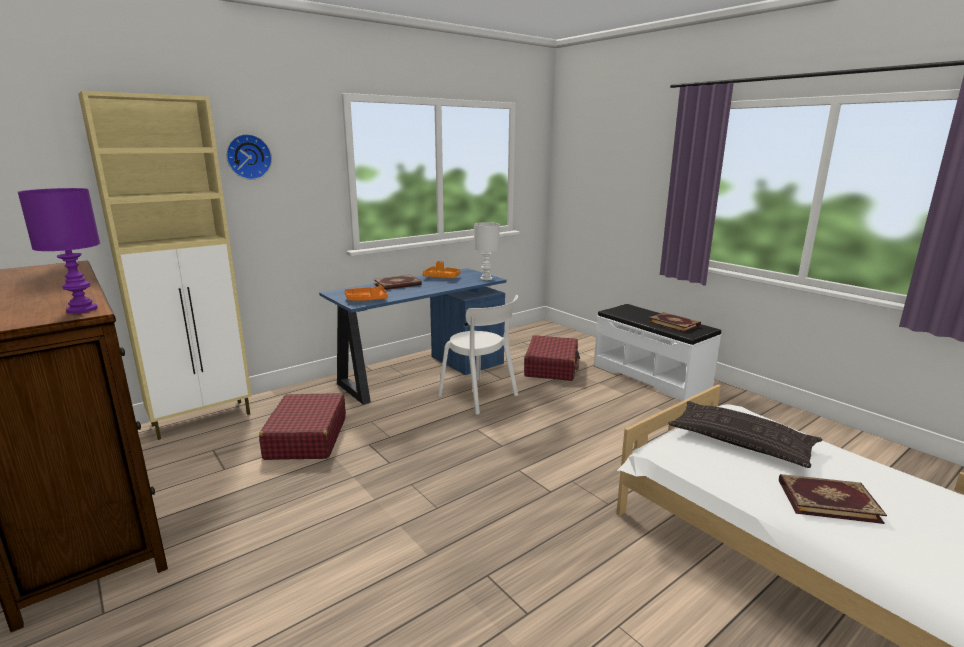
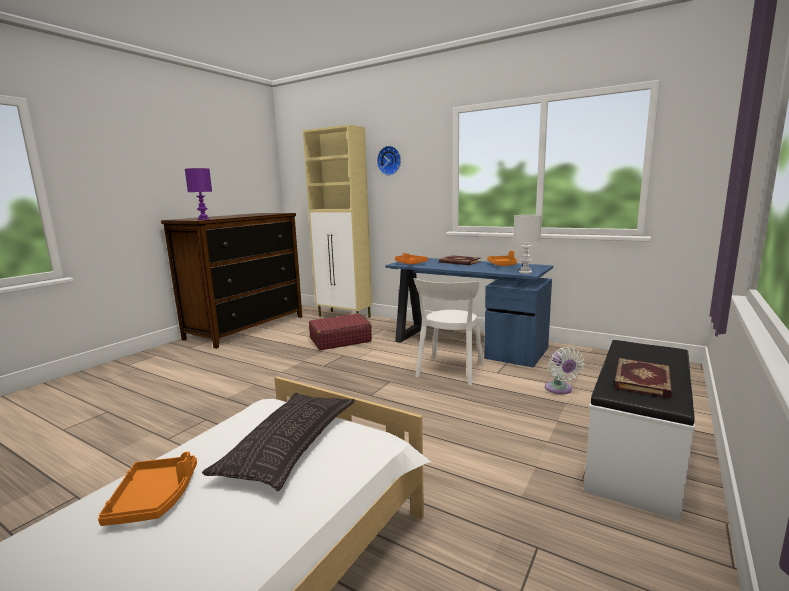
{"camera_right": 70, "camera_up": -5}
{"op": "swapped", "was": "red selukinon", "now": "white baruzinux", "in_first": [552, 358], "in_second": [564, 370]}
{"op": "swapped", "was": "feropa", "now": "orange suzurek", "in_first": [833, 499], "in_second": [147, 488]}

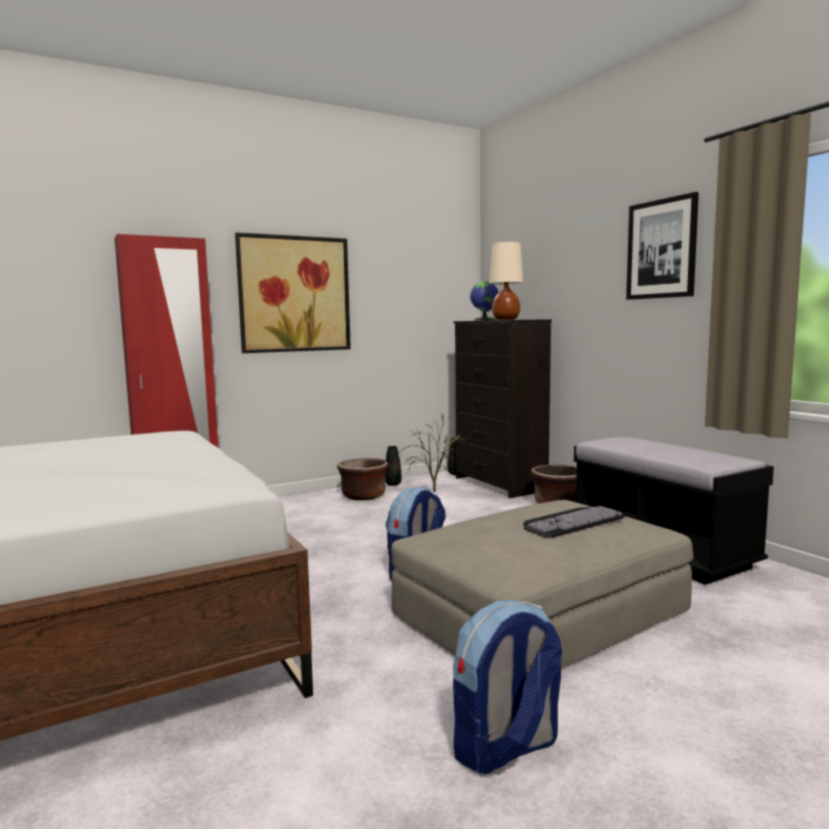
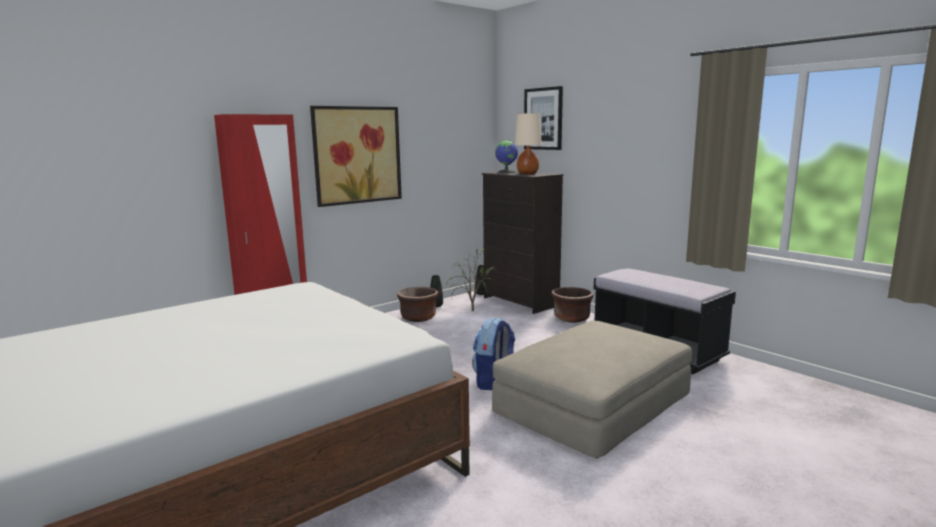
{"camera_right": -10, "camera_up": 5}
{"op": "gone", "was": "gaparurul", "in_first": [507, 687]}
{"op": "gone", "was": "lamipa", "in_first": [574, 522]}
{"op": "shifted", "was": "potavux", "in_first": [662, 246], "in_second": [543, 118]}

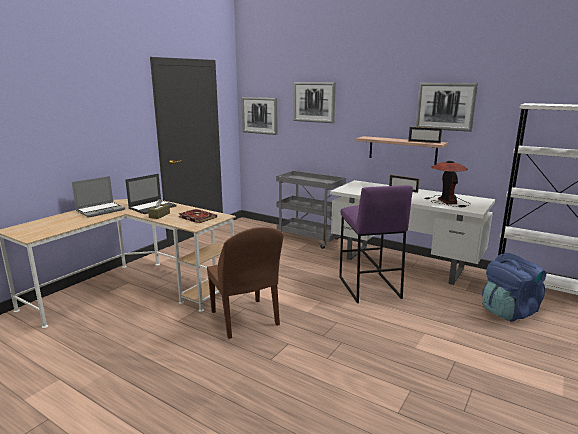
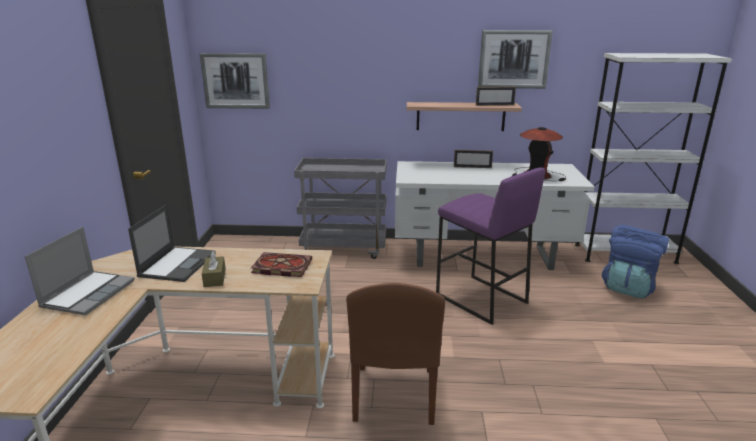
{"camera_right": -30, "camera_up": 5}
{"op": "gone", "was": "potavux", "in_first": [314, 102]}
{"op": "rotated", "was": "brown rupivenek", "in_first": [245, 283], "in_second": [395, 354], "clockwise": 60}

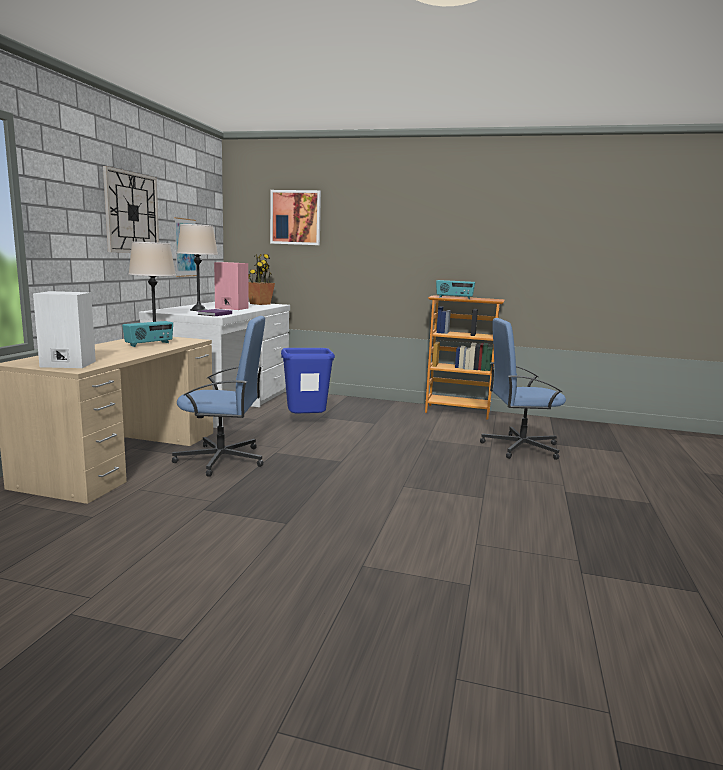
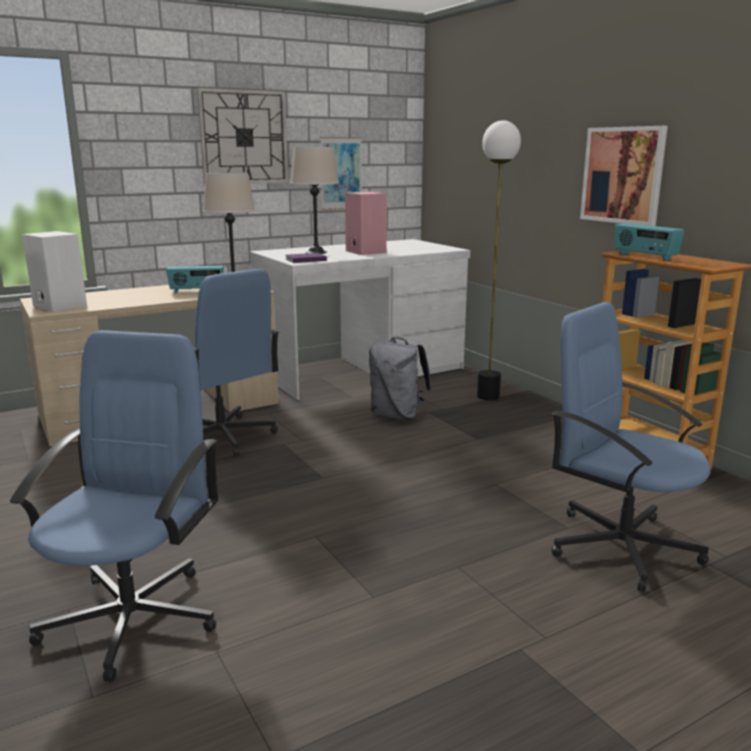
{"camera_right": 45, "camera_up": 5}
{"op": "gone", "was": "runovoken", "in_first": [261, 278]}
{"op": "new", "now": "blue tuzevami", "in_second": [114, 506]}
{"op": "new", "now": "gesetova", "in_second": [499, 260]}
{"op": "shifted", "was": "potavux", "in_first": [295, 217], "in_second": [624, 176]}
{"op": "swapped", "was": "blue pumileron", "now": "grey gaparurul", "in_first": [308, 381], "in_second": [400, 378]}

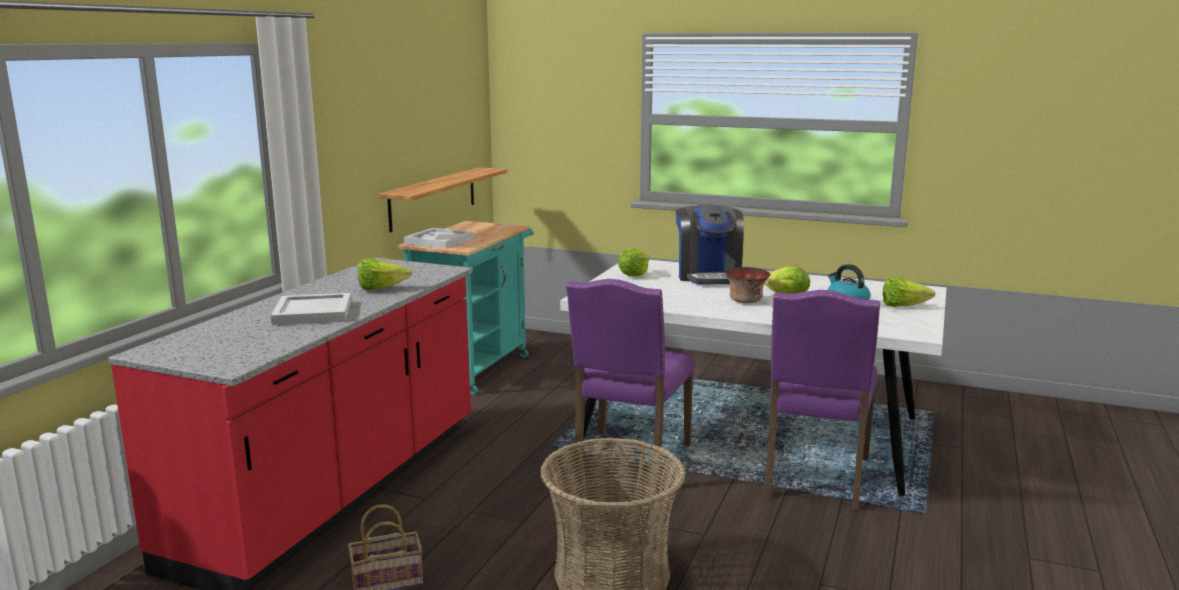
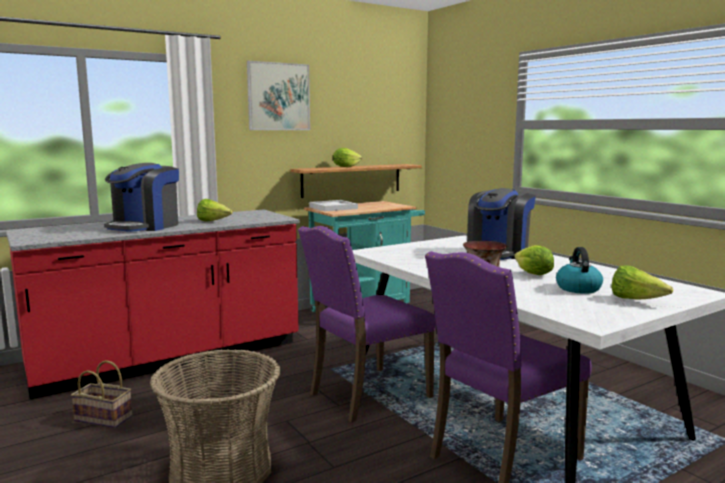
{"camera_right": 35, "camera_up": -5}
{"op": "new", "now": "potavux", "in_second": [278, 95]}
{"op": "shifted", "was": "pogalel", "in_first": [633, 262], "in_second": [347, 157]}
{"op": "swapped", "was": "white suzurek", "now": "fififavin", "in_first": [311, 309], "in_second": [141, 197]}

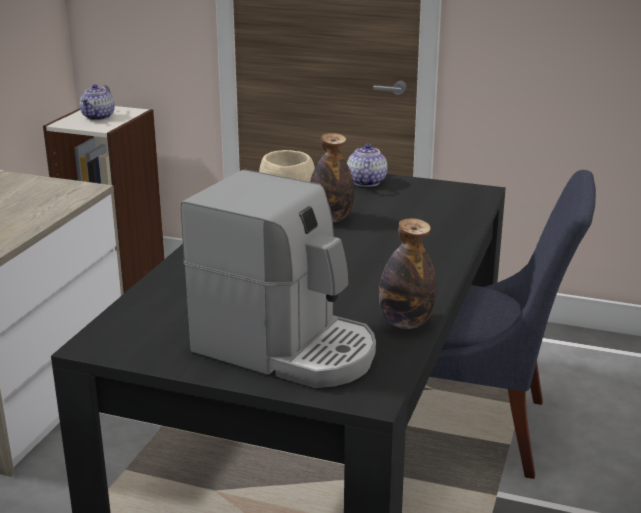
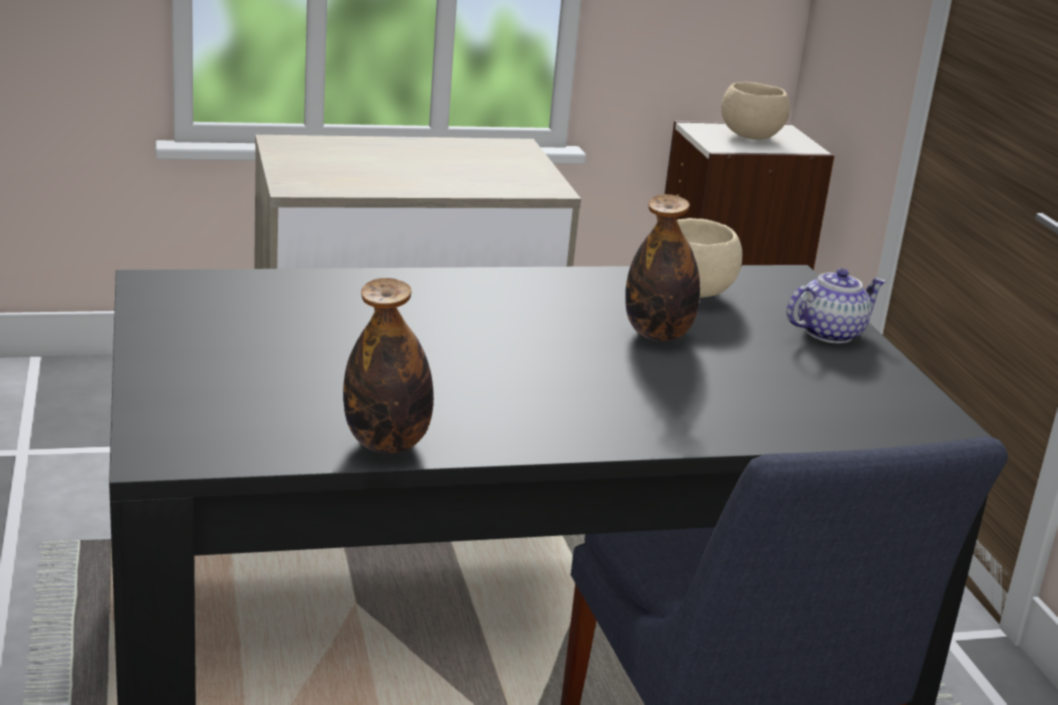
{"camera_right": 55, "camera_up": 0}
{"op": "gone", "was": "fififavin", "in_first": [278, 278]}
{"op": "swapped", "was": "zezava", "now": "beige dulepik", "in_first": [97, 102], "in_second": [755, 111]}

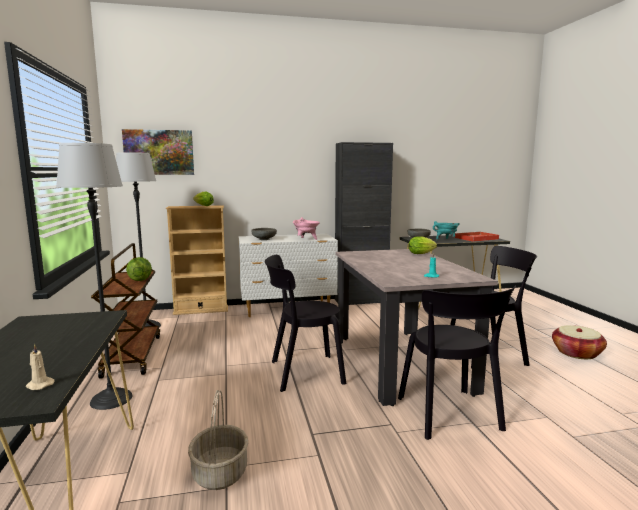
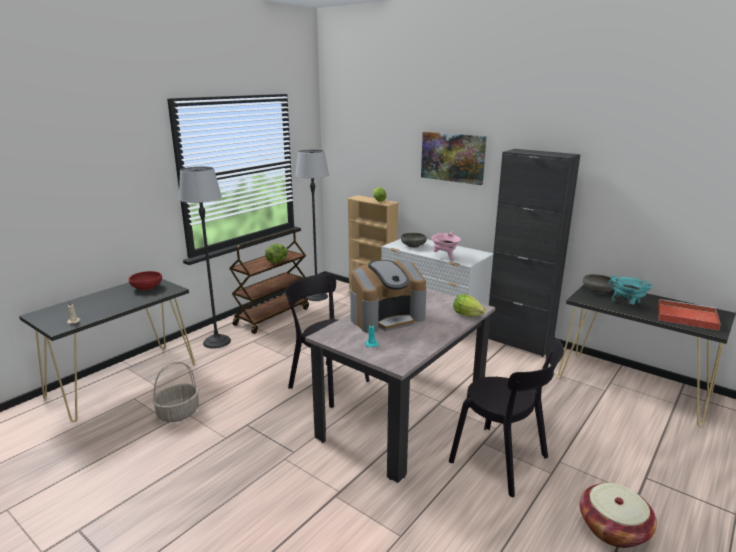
{"camera_right": 50, "camera_up": 10}
{"op": "gone", "was": "black rupivenek", "in_first": [457, 362]}
{"op": "new", "now": "red dulepik", "in_second": [145, 280]}
{"op": "new", "now": "fififavin", "in_second": [388, 296]}
{"op": "shifted", "was": "potavux", "in_first": [158, 152], "in_second": [454, 158]}

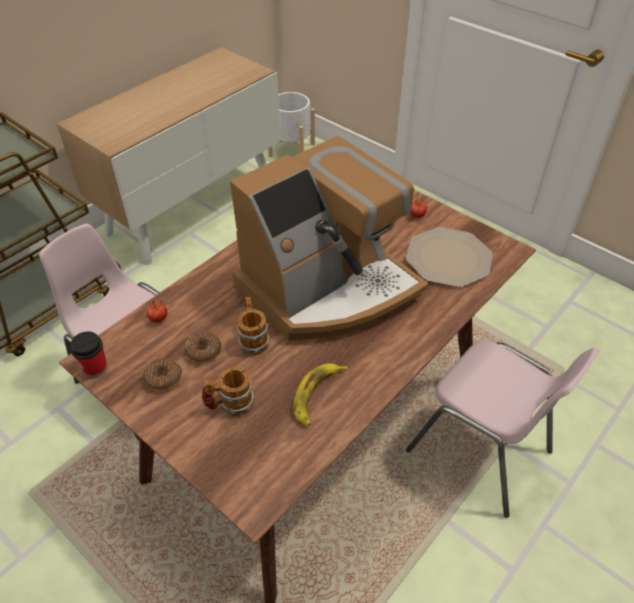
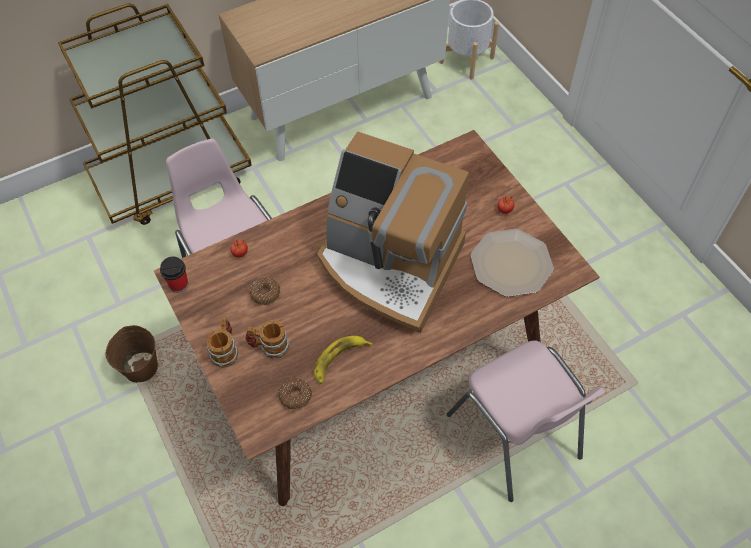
{"camera_right": 20, "camera_up": 10}
{"op": "new", "now": "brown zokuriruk", "in_second": [131, 354]}
{"op": "shifted", "was": "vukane", "in_first": [162, 374], "in_second": [295, 394]}
{"op": "shifted", "was": "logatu", "in_first": [253, 326], "in_second": [222, 342]}
{"op": "rotated", "was": "fififavin", "in_first": [329, 238], "in_second": [393, 232], "clockwise": 45}

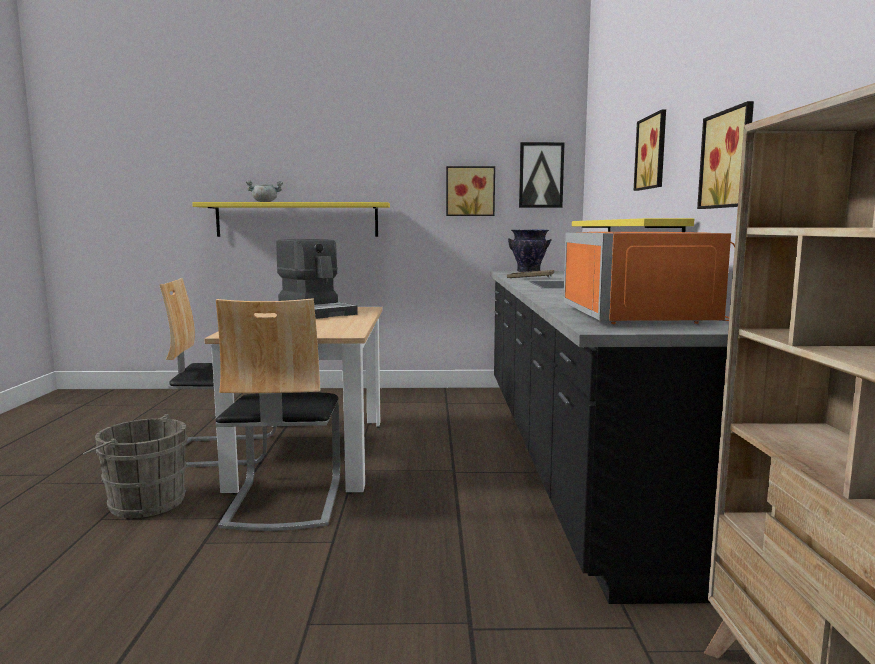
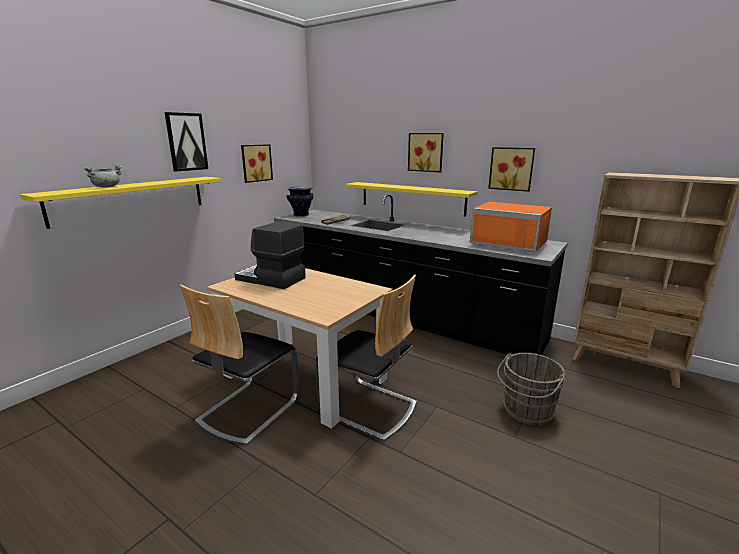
{"camera_right": -55, "camera_up": 10}
{"op": "shifted", "was": "grey zokuriruk", "in_first": [135, 466], "in_second": [531, 389]}
{"op": "shifted", "was": "potavux", "in_first": [542, 175], "in_second": [186, 142]}
{"op": "rotated", "was": "fififavin", "in_first": [317, 279], "in_second": [270, 255], "clockwise": -150}

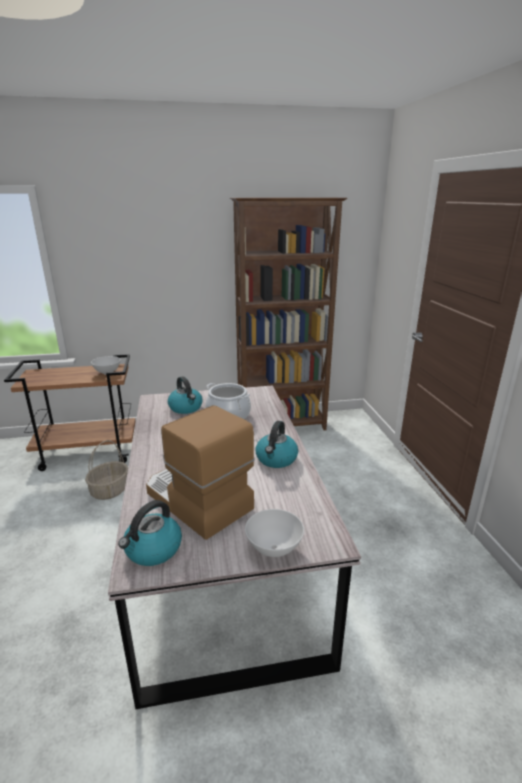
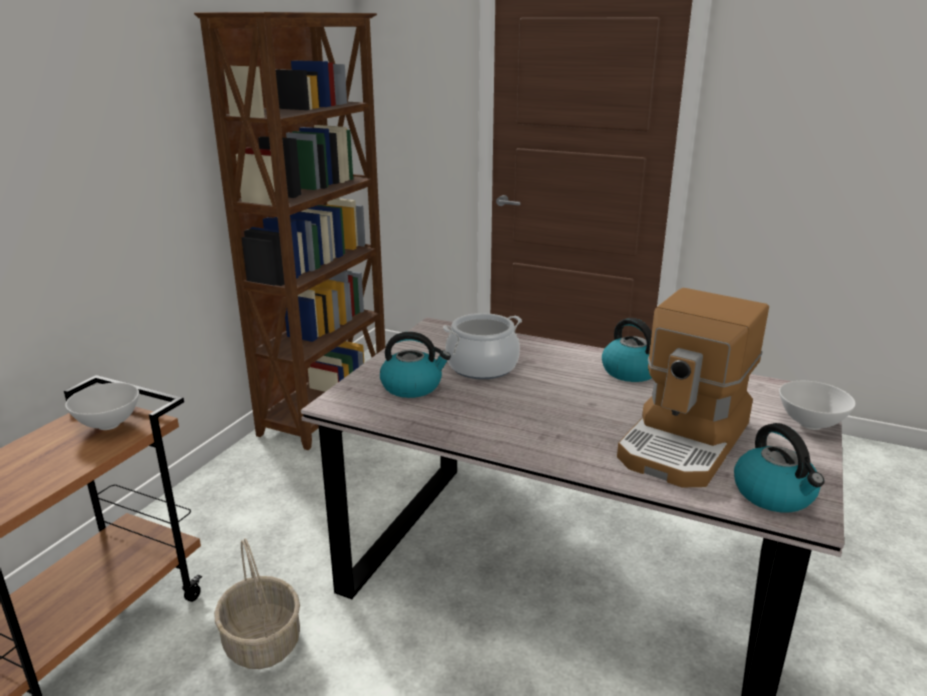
{"camera_right": -55, "camera_up": 0}
{"op": "rotated", "was": "fififavin", "in_first": [200, 472], "in_second": [693, 387], "clockwise": -45}

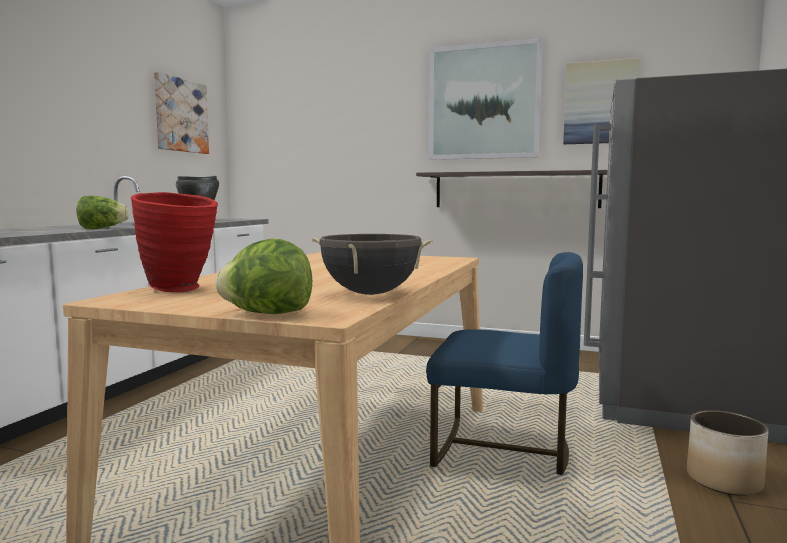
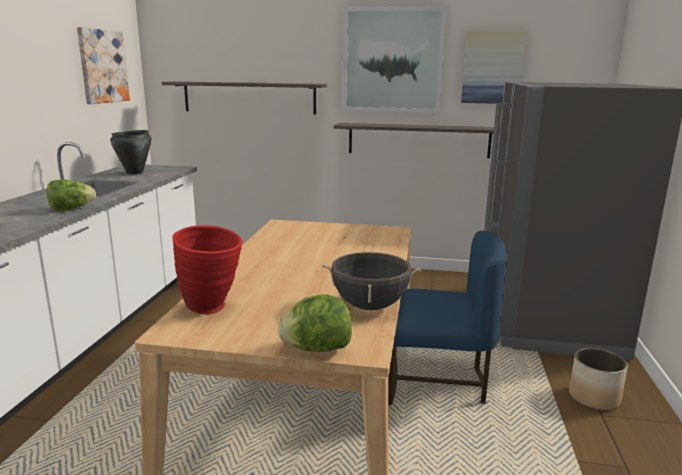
{"camera_right": -10, "camera_up": 10}
{"op": "new", "now": "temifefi", "in_second": [244, 98]}

